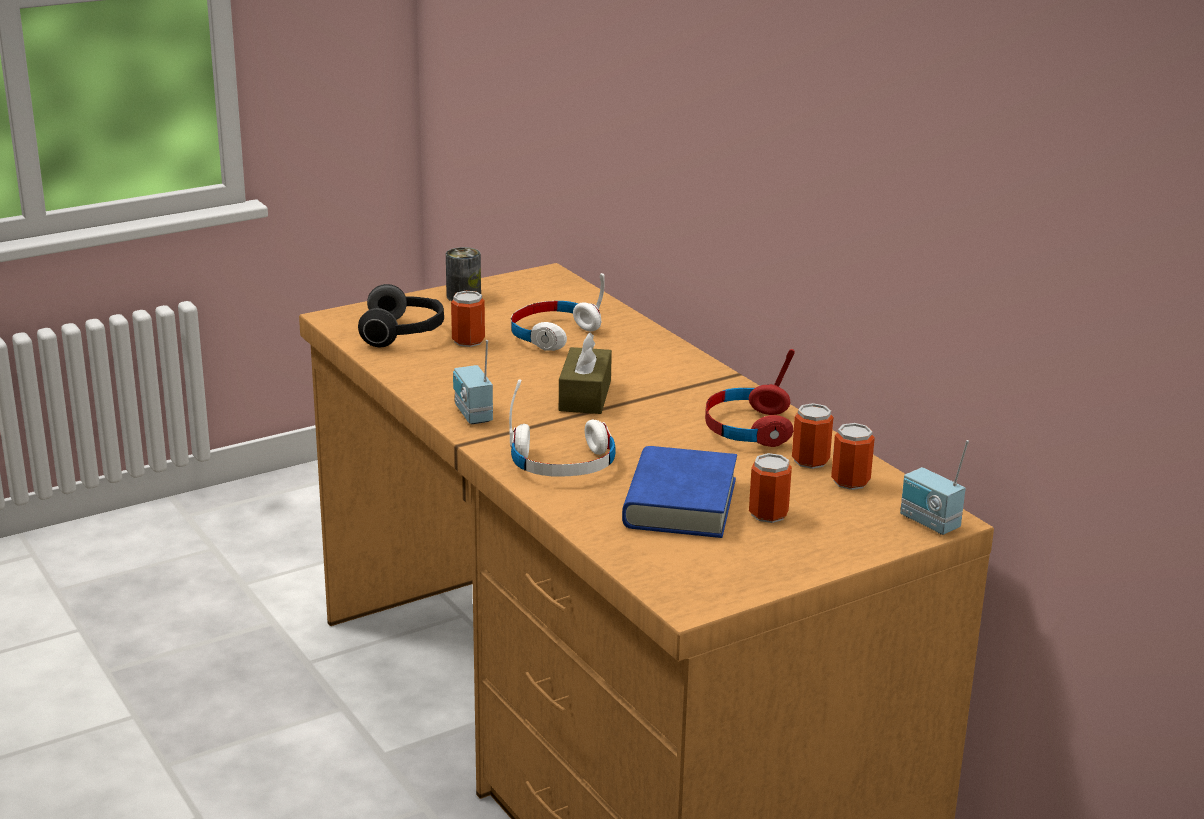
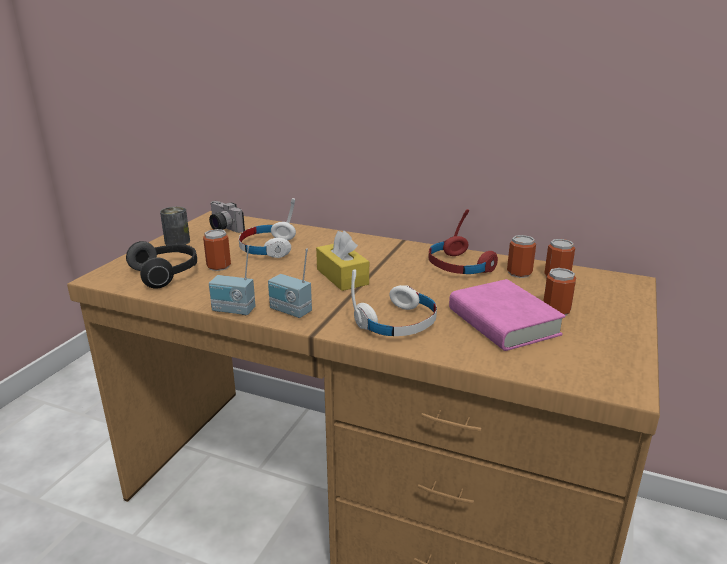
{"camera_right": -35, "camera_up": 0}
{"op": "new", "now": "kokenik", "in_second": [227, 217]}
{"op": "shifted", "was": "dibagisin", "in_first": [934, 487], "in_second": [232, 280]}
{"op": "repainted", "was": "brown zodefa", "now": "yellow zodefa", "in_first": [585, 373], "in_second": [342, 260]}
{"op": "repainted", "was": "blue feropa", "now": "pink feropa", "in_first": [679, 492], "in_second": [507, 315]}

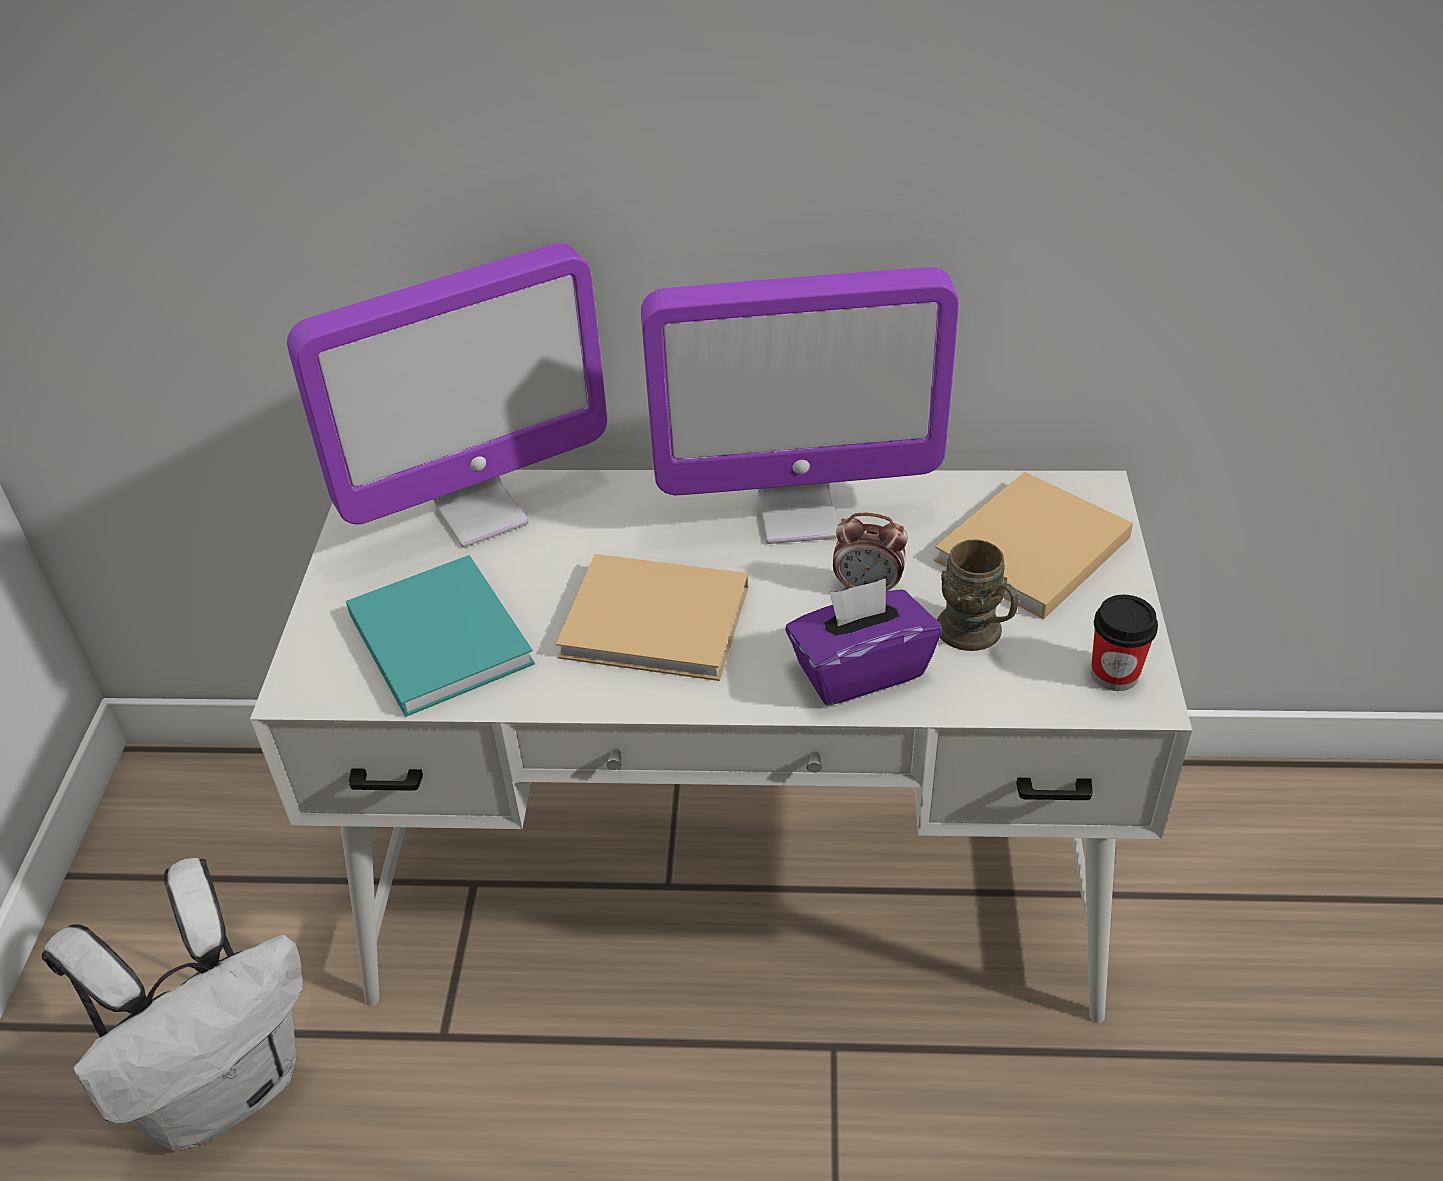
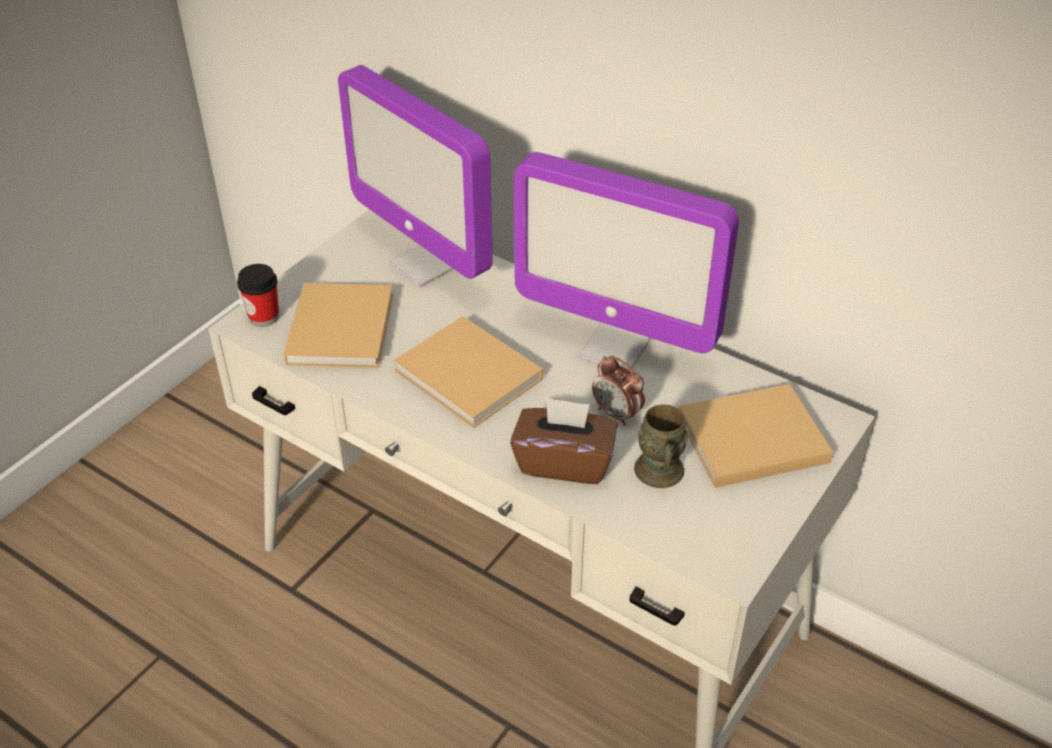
{"camera_right": 30, "camera_up": 0}
{"op": "gone", "was": "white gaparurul", "in_first": [172, 1004]}
{"op": "shifted", "was": "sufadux", "in_first": [1124, 643], "in_second": [258, 295]}
{"op": "repainted", "was": "turquoise feropa", "now": "beige feropa", "in_first": [440, 636], "in_second": [338, 325]}
{"op": "repainted", "was": "purple zodefa", "now": "brown zodefa", "in_first": [863, 641], "in_second": [564, 440]}
{"op": "rotated", "was": "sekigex", "in_first": [447, 395], "in_second": [415, 176], "clockwise": 45}

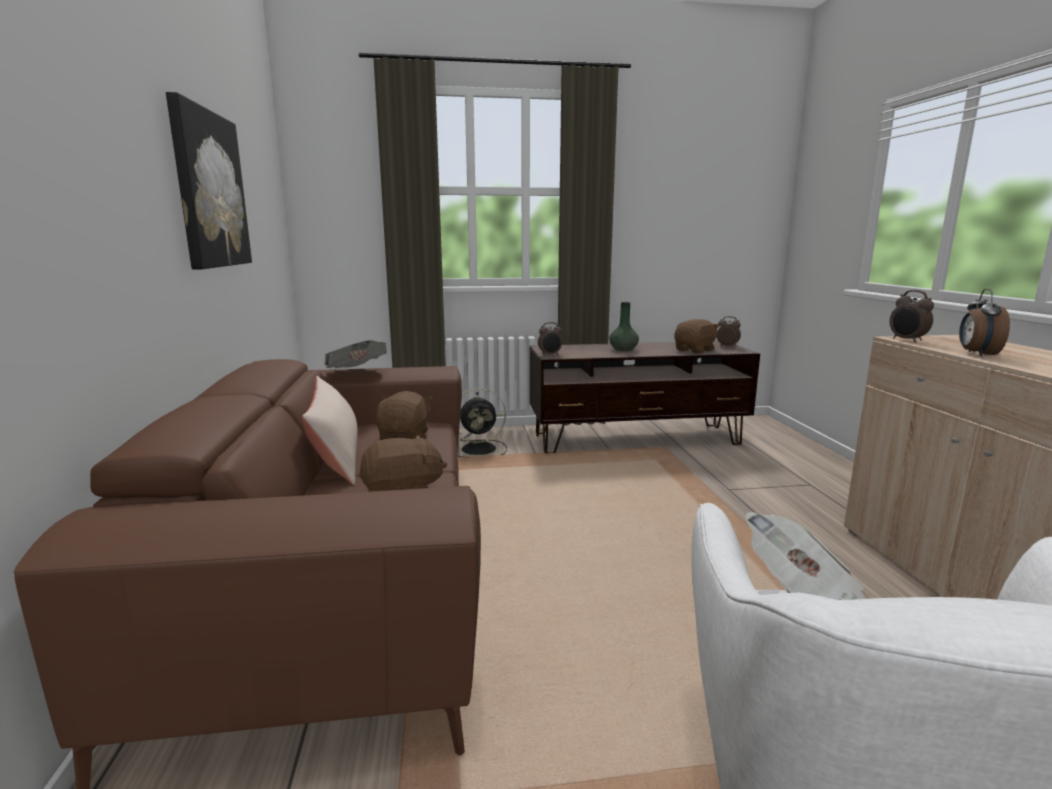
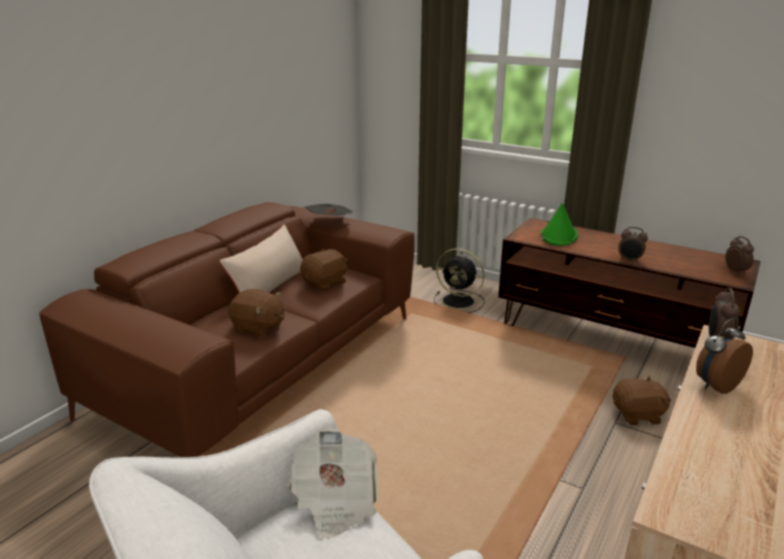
{"camera_right": 40, "camera_up": 10}
{"op": "gone", "was": "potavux", "in_first": [209, 180]}
{"op": "gone", "was": "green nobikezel", "in_first": [624, 326]}
{"op": "new", "now": "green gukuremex", "in_second": [559, 224]}
{"op": "shifted", "was": "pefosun", "in_first": [550, 339], "in_second": [633, 245]}
{"op": "shifted", "was": "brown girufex", "in_first": [697, 336], "in_second": [641, 400]}

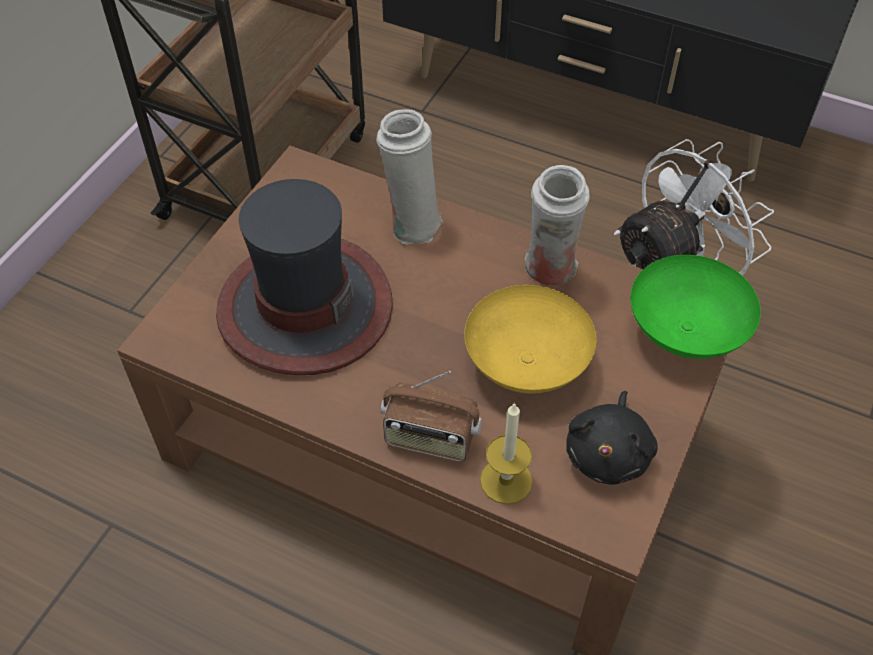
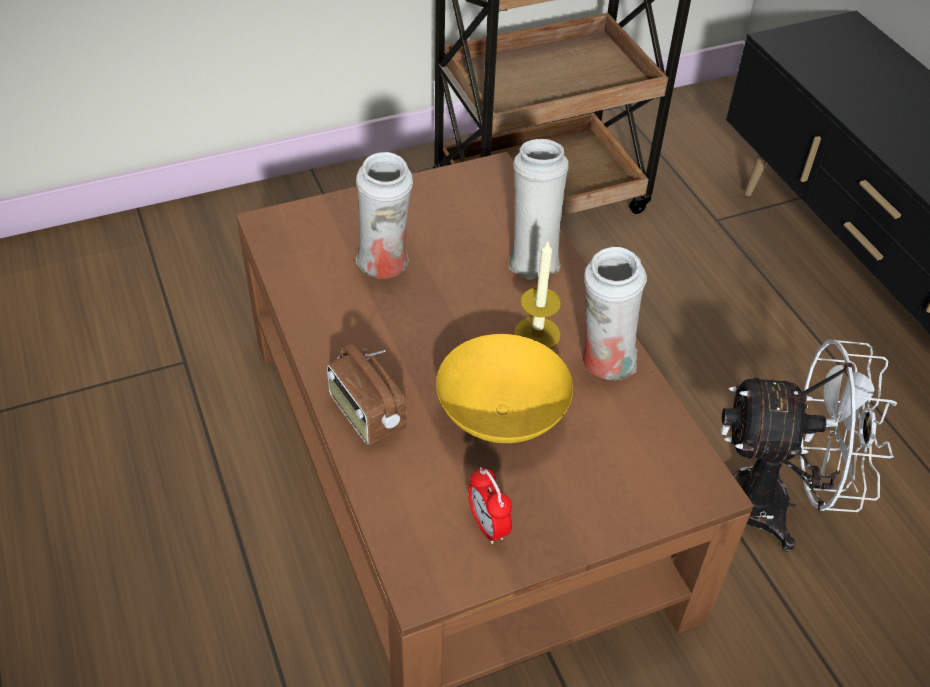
{"camera_right": 40, "camera_up": -5}
{"op": "gone", "was": "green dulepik", "in_first": [695, 307]}
{"op": "shifted", "was": "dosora", "in_first": [506, 453], "in_second": [537, 295]}
{"op": "swapped", "was": "gukuremex", "now": "white nobikezel", "in_first": [304, 277], "in_second": [384, 215]}
{"op": "swapped", "was": "black girufex", "now": "pefosun", "in_first": [612, 438], "in_second": [490, 505]}

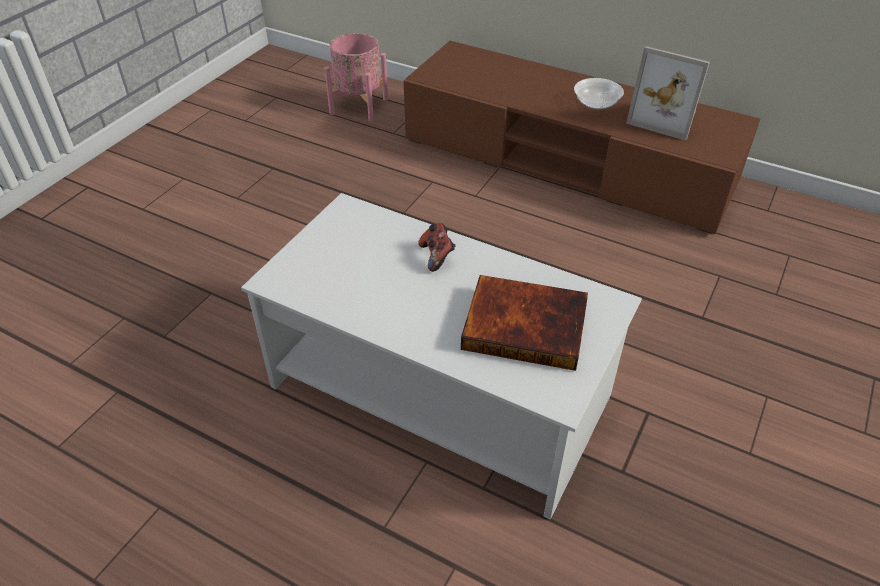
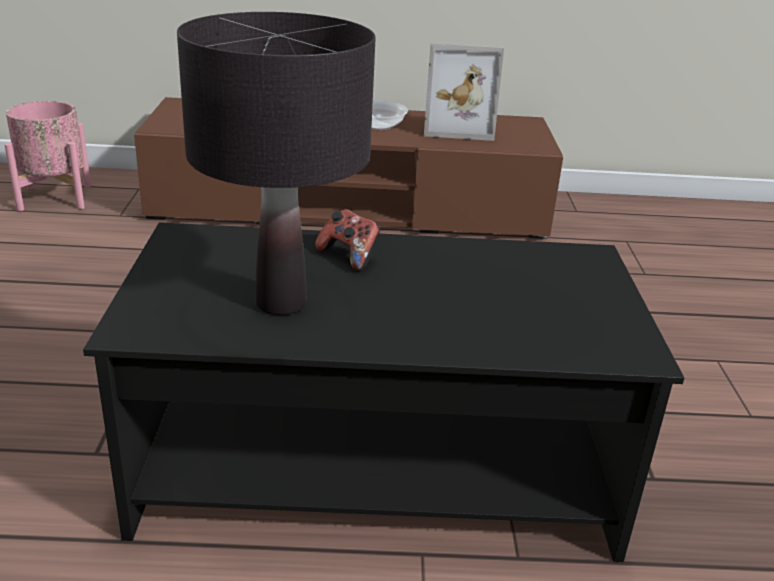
{"camera_right": -30, "camera_up": -15}
{"op": "gone", "was": "feropa", "in_first": [524, 323]}
{"op": "new", "now": "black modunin", "in_second": [276, 163]}
{"op": "repainted", "was": "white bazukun", "now": "black bazukun", "in_first": [441, 356], "in_second": [383, 392]}

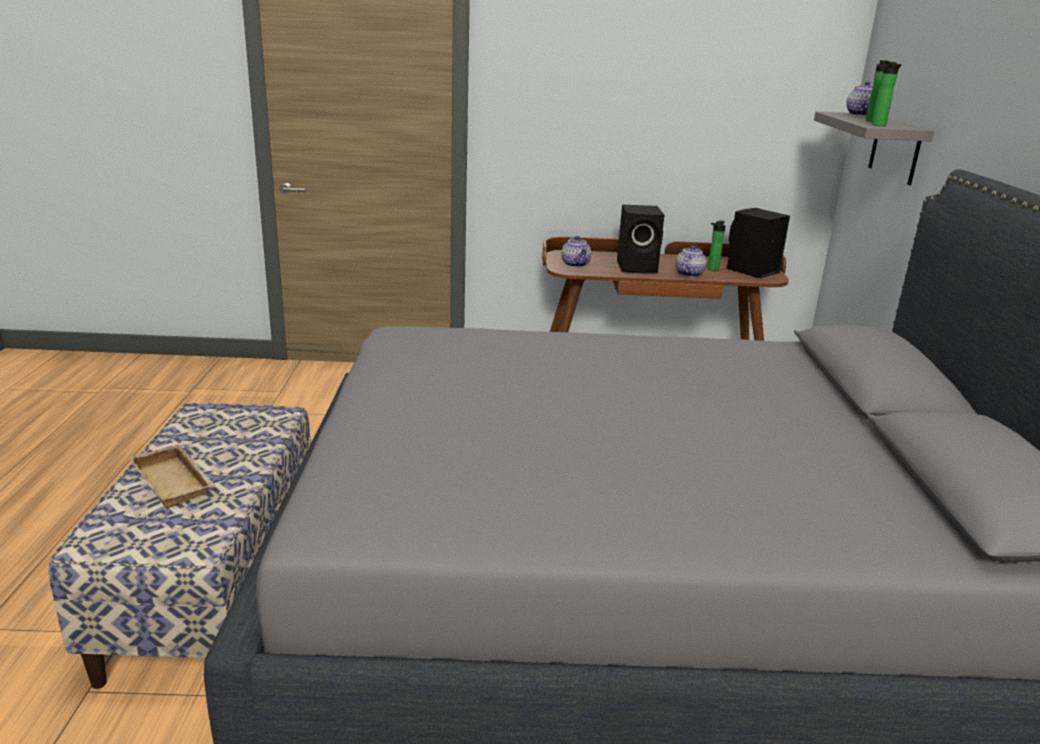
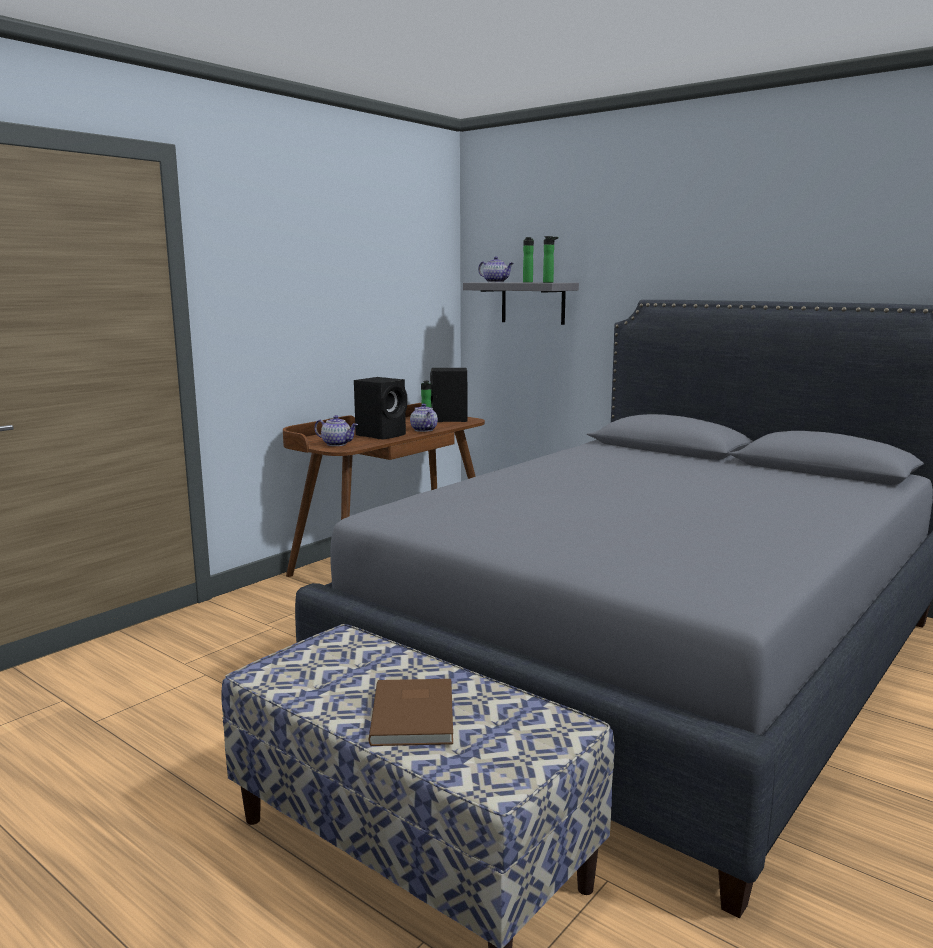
{"camera_right": -50, "camera_up": -10}
{"op": "swapped", "was": "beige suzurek", "now": "brown feropa", "in_first": [172, 476], "in_second": [410, 712]}

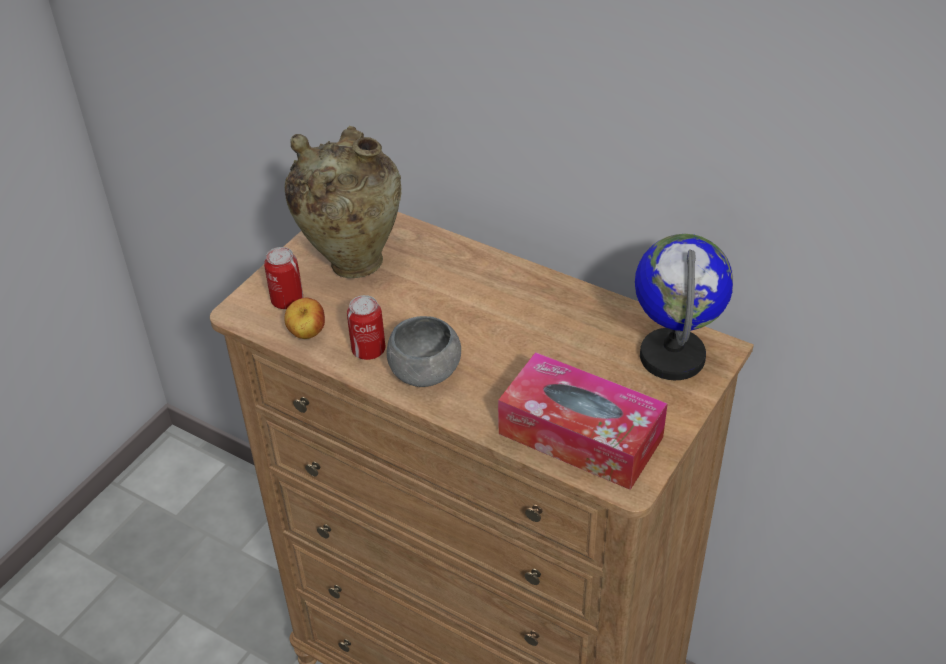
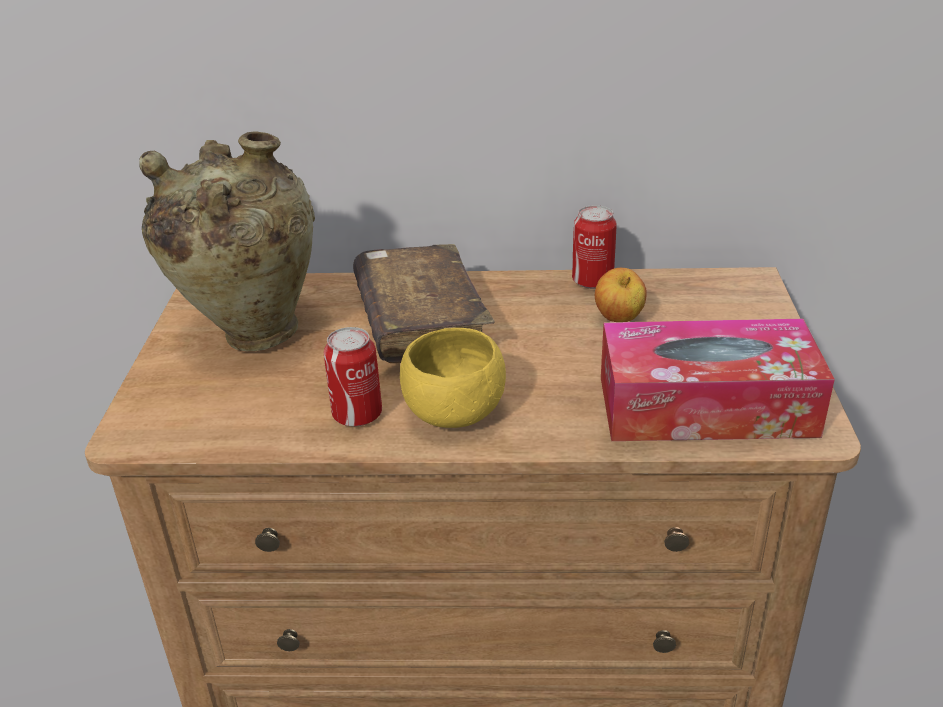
{"camera_right": -30, "camera_up": -10}
{"op": "gone", "was": "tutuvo", "in_first": [684, 307]}
{"op": "new", "now": "brown feropa", "in_second": [423, 303]}
{"op": "shifted", "was": "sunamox", "in_first": [283, 278], "in_second": [594, 247]}
{"op": "shifted", "was": "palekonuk", "in_first": [304, 318], "in_second": [621, 295]}
{"op": "repainted", "was": "grey dulepik", "now": "yellow dulepik", "in_first": [423, 351], "in_second": [453, 378]}

